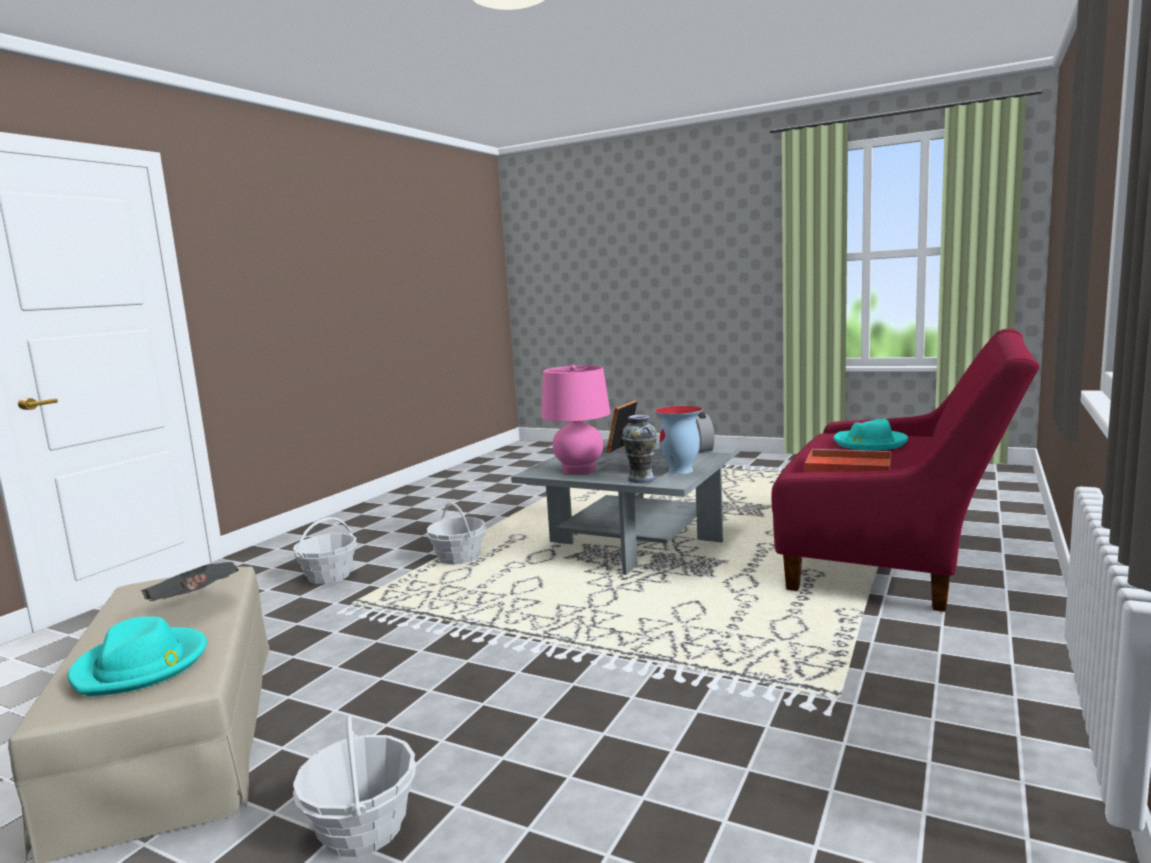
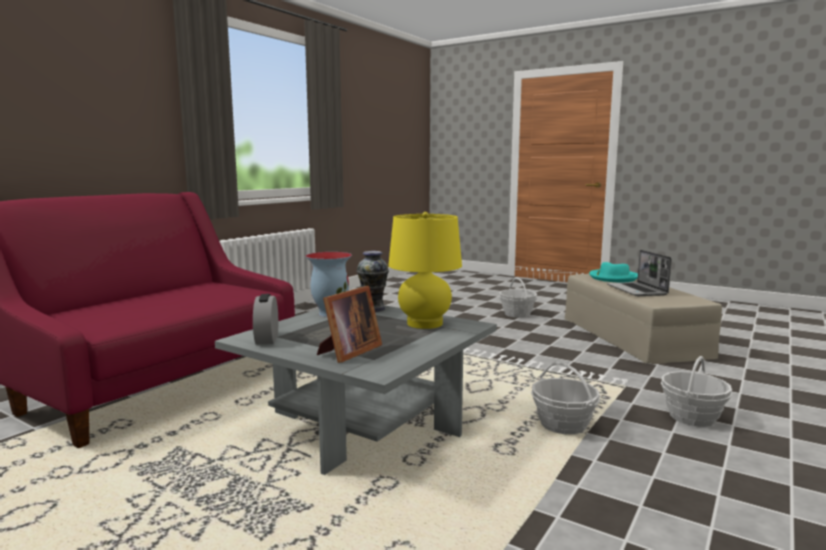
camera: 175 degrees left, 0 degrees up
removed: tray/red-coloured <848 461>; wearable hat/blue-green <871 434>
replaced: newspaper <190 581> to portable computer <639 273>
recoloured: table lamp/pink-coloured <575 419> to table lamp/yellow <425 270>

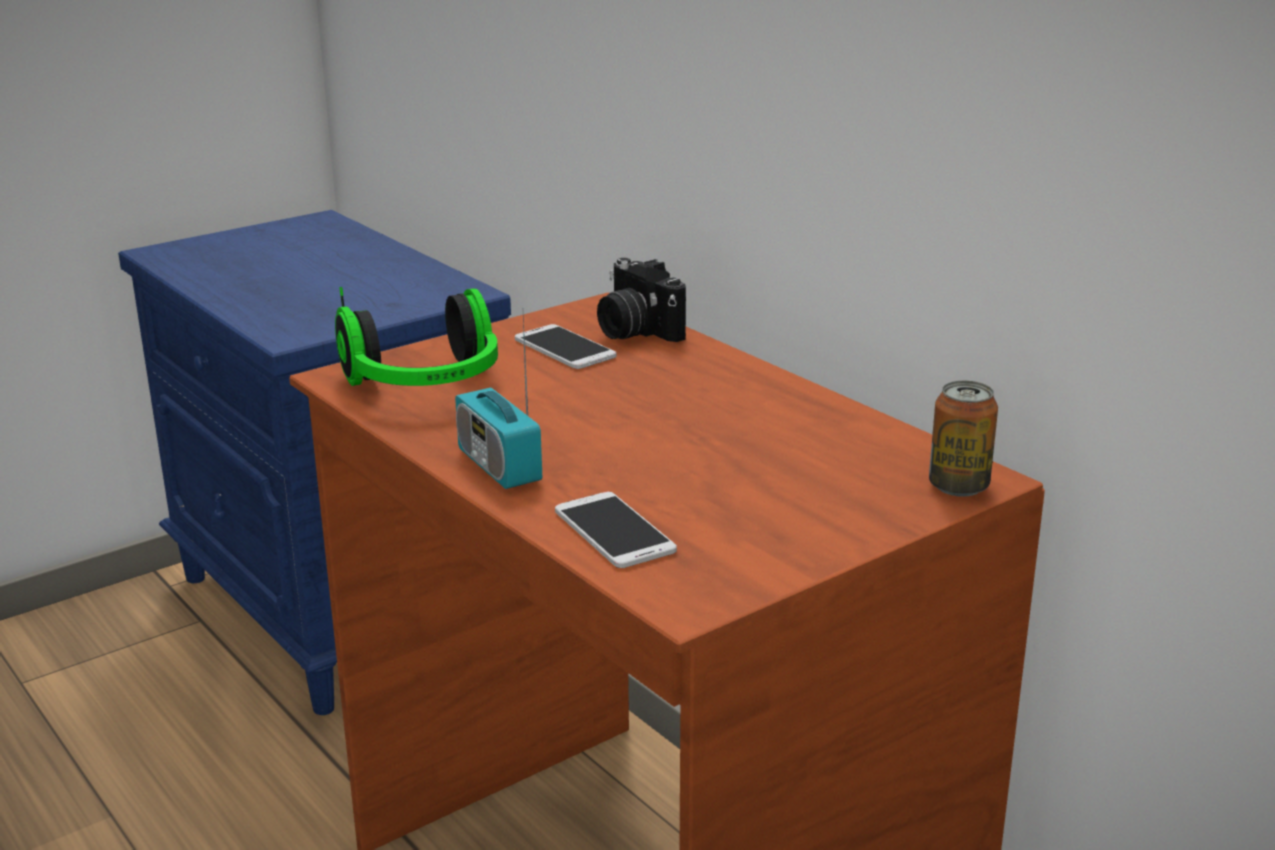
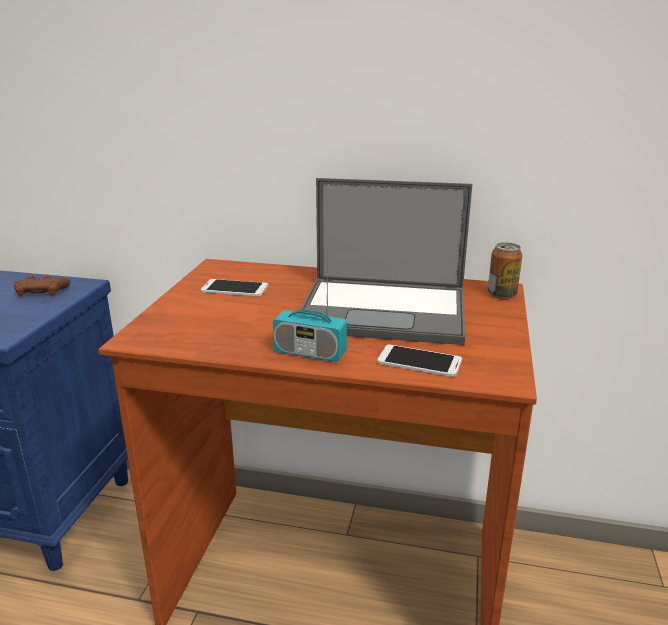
camera: 40 degrees left, 0 degrees up
removed: pair of headphones <416 336>; still camera <641 300>
added: gamepad/brown-coloured <42 286>; portable computer <386 261>

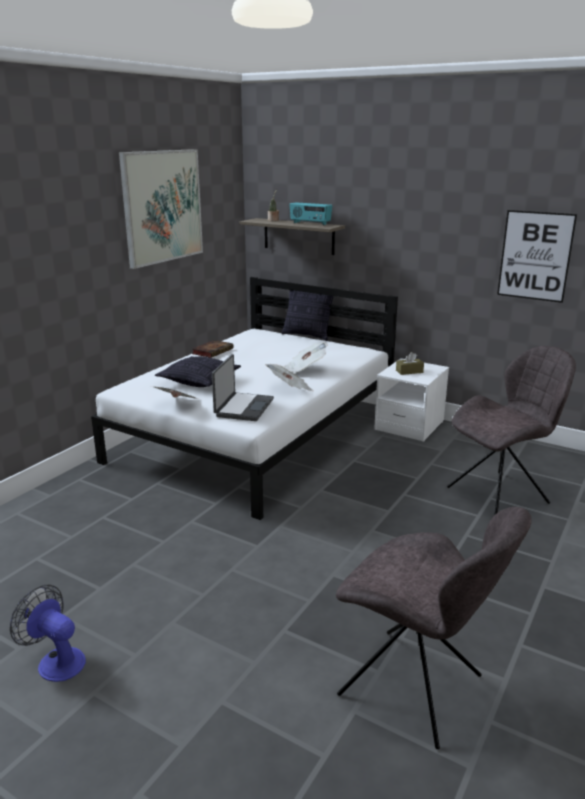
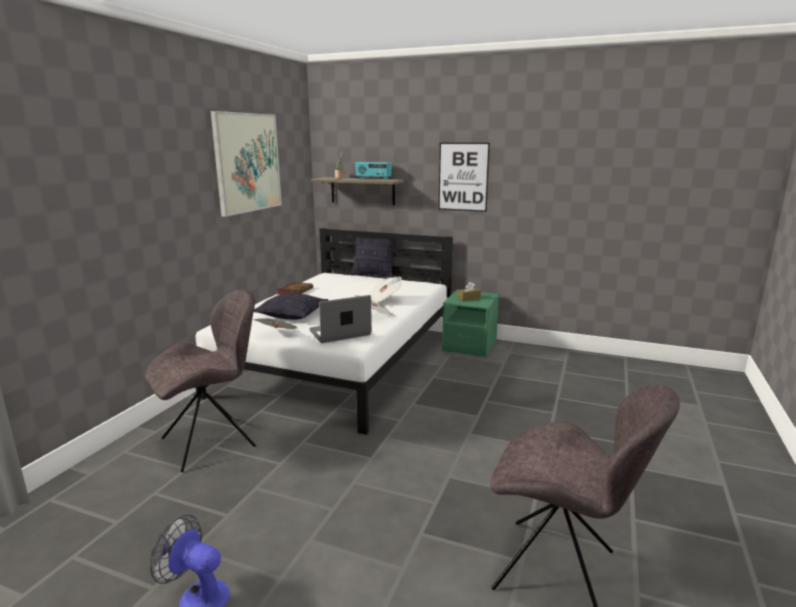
camera: 10 degrees left, 5 degrees down
moved: upright chair/greyish <511 431> to <200 381>; wall picture <537 256> to <464 177>
recoloured: night table/white-coloured <411 399> to night table/greenish <470 323>
turned: portable computer <243 387> = <341 319> 120 degrees counterclockwise

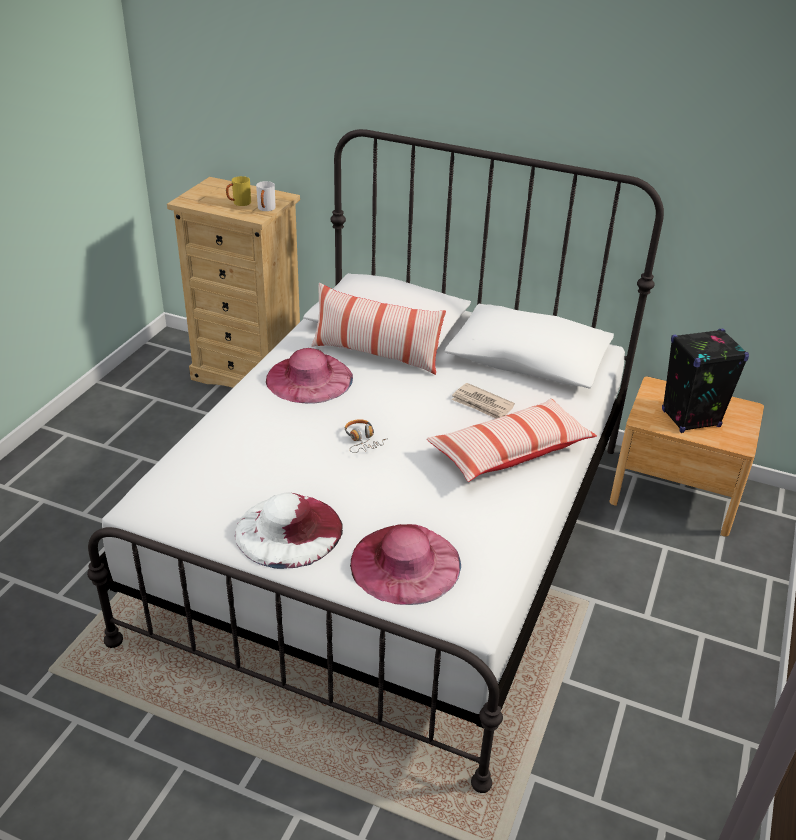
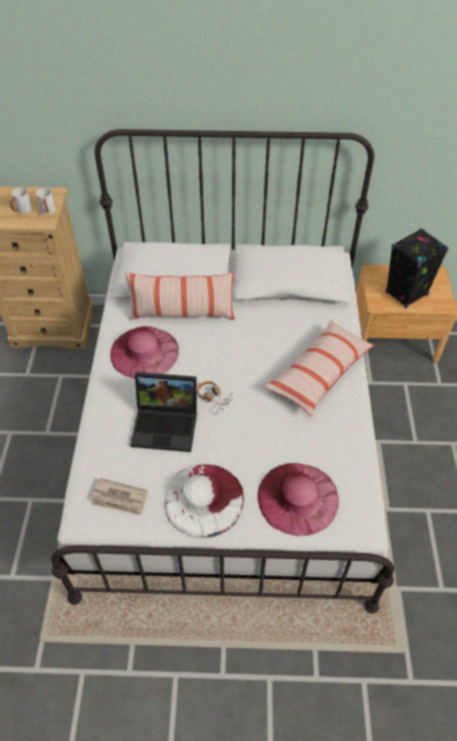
camera: 20 degrees left, 15 degrees up
added: portable computer <163 412>
moved: newspaper <483 401> to <119 496>
recoloured: coffee mug/yellow <238 191> to coffee mug/white-coloured <21 200>

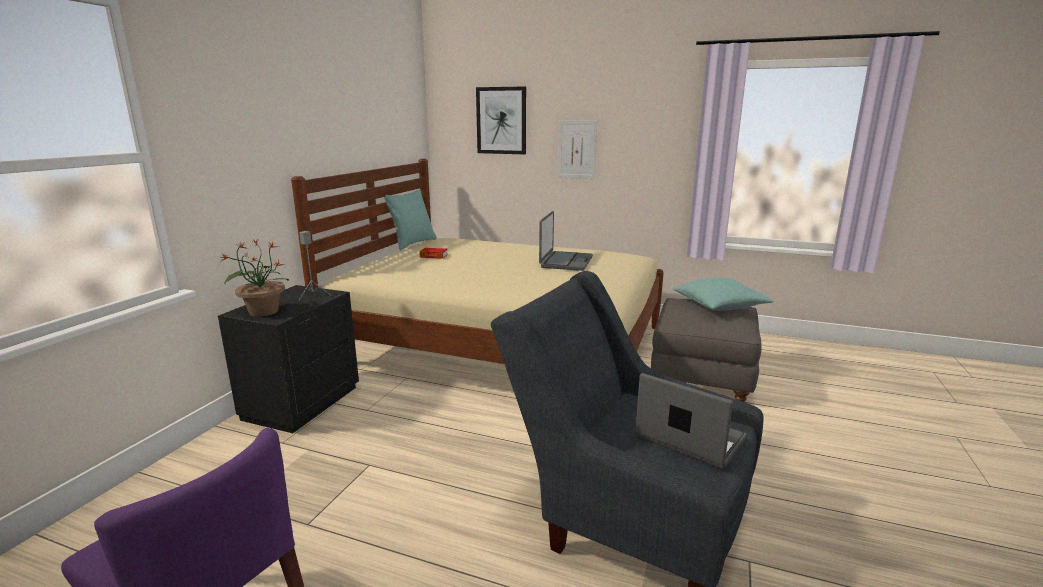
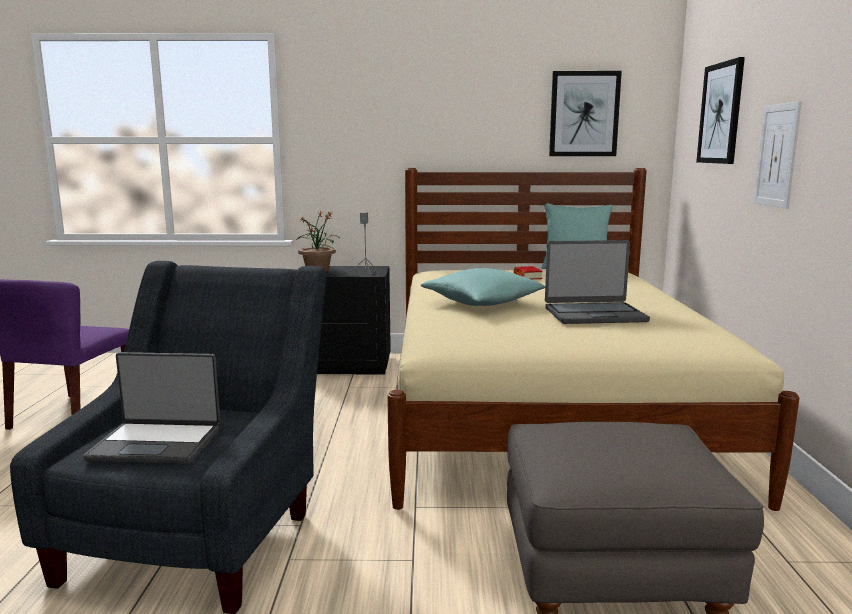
camera: 70 degrees right, 5 degrees down
added: wall picture <585 113>
moved: throw pillow/blue-green <723 294> to <483 287>
turned: portable computer <691 421> = <151 408> 75 degrees clockwise

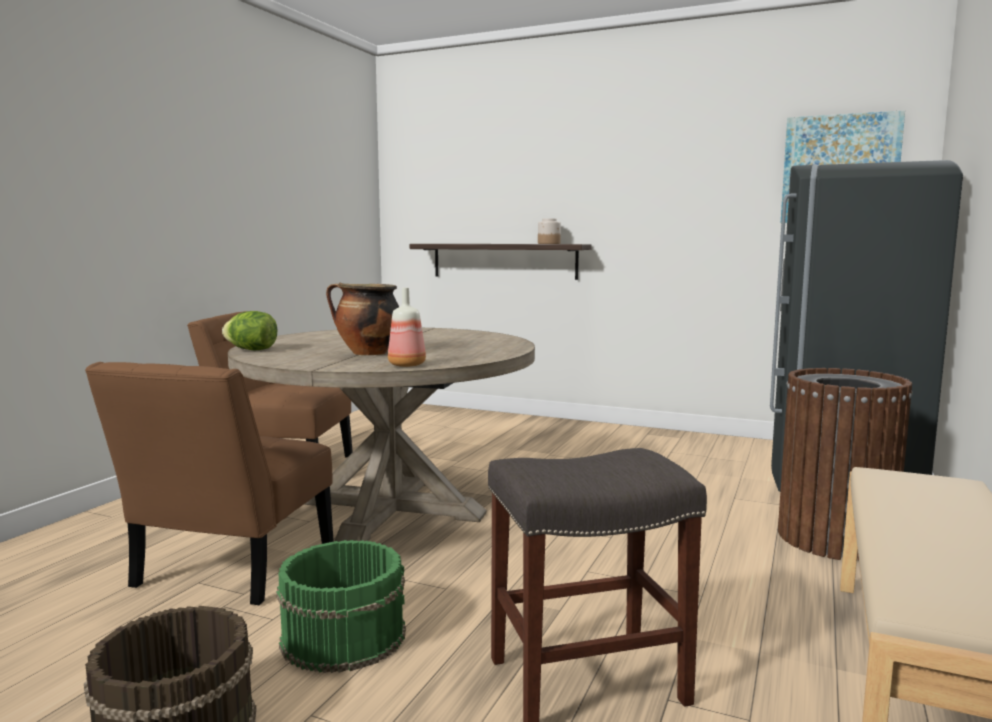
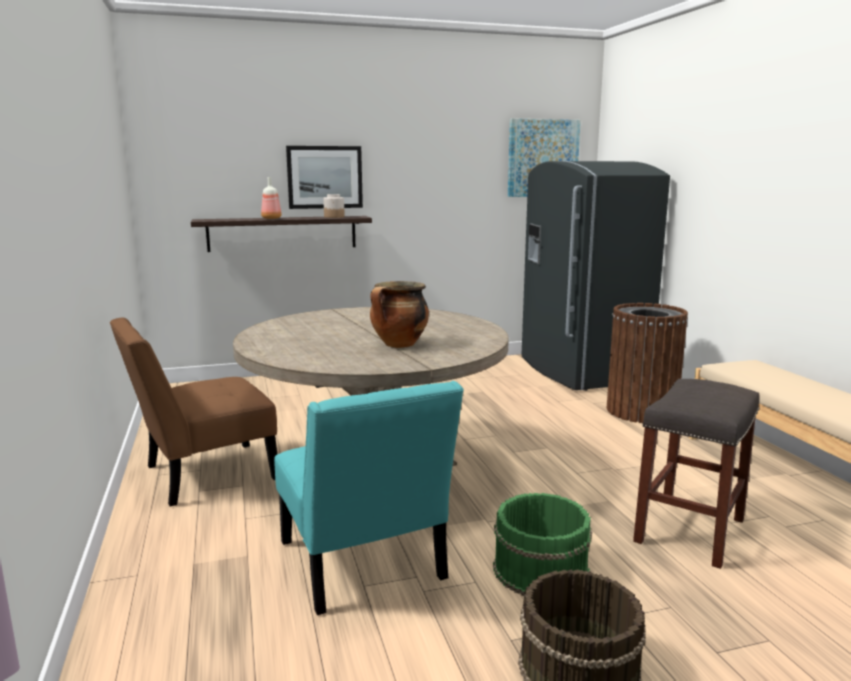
camera: 40 degrees left, 5 degrees up
removed: head of lettuce <249 330>
added: wall picture <324 177>
moved: beverage bottle <407 327> to <271 198>
recoloured: upright chair/brown-coloured <209 483> to upright chair/blue-green <369 498>

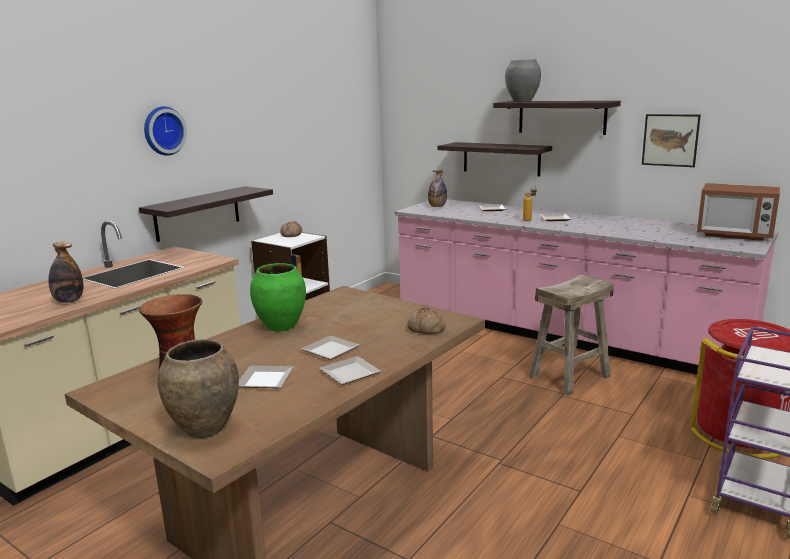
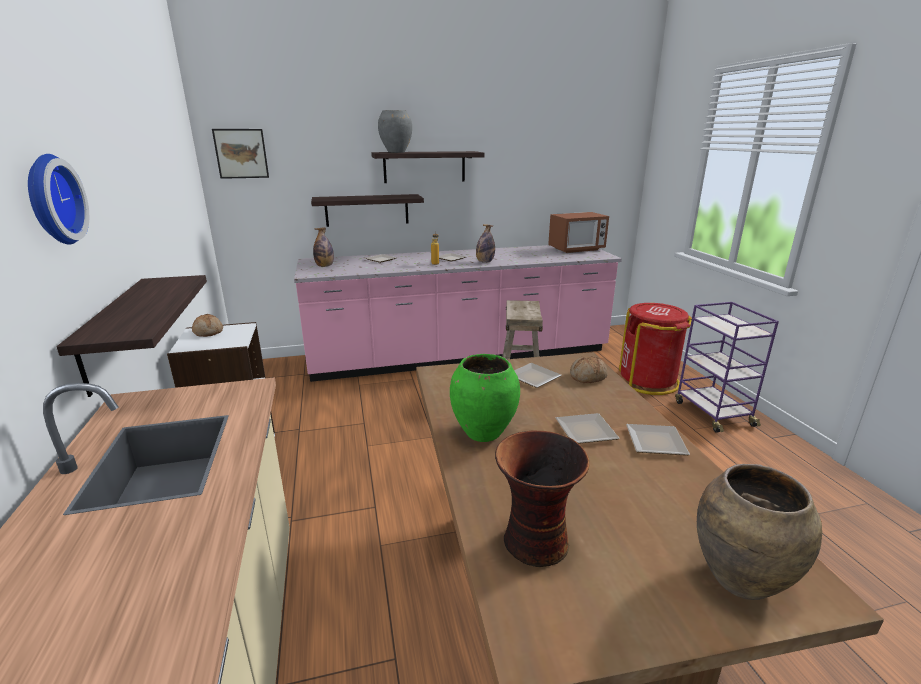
camera: 50 degrees left, 5 degrees up
moved: wall picture <671 140> to <240 154>; beverage bottle <66 272> to <485 243>; flat dish <266 376> to <537 375>

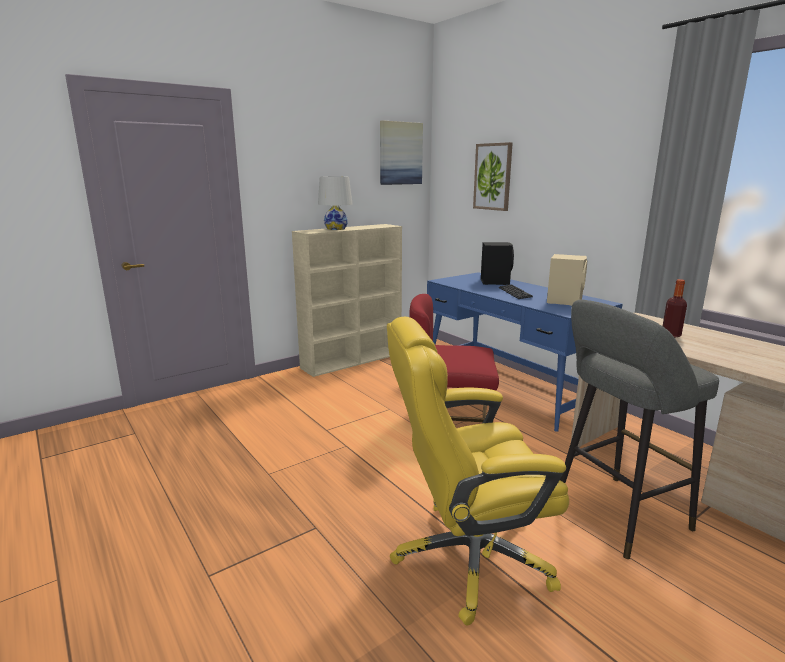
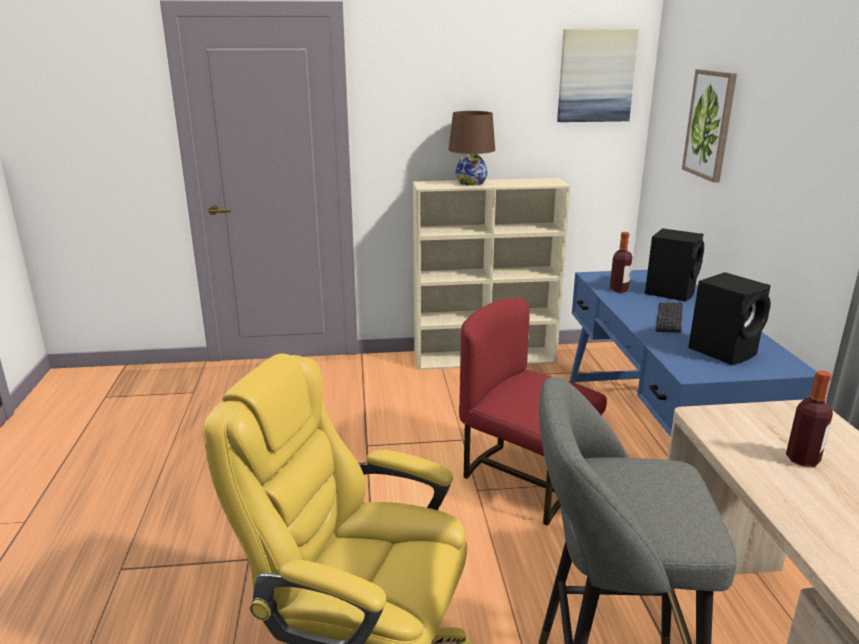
camera: 30 degrees right, 5 degrees up
added: beverage bottle <621 262>
recoloured: table lamp/white-coloured <335 203> to table lamp/brown-coloured <471 148>; audio speaker/beige-coloured <567 280> to audio speaker/black <729 318>

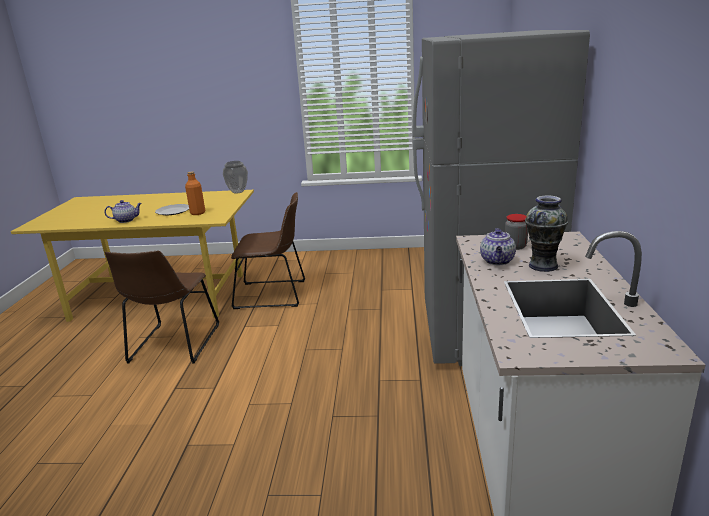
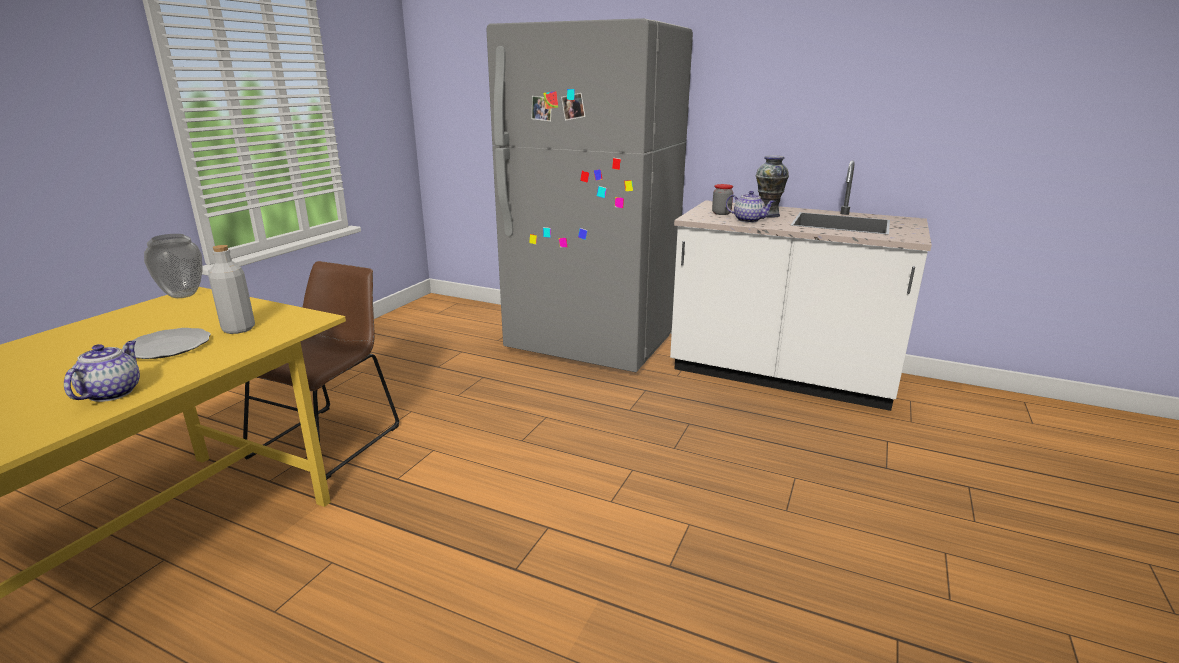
camera: 70 degrees left, 0 degrees up
removed: upright chair/brown-coloured <162 307>
recoloured: beverage bottle/orange-coloured <195 193> to beverage bottle/greyish <231 289>

